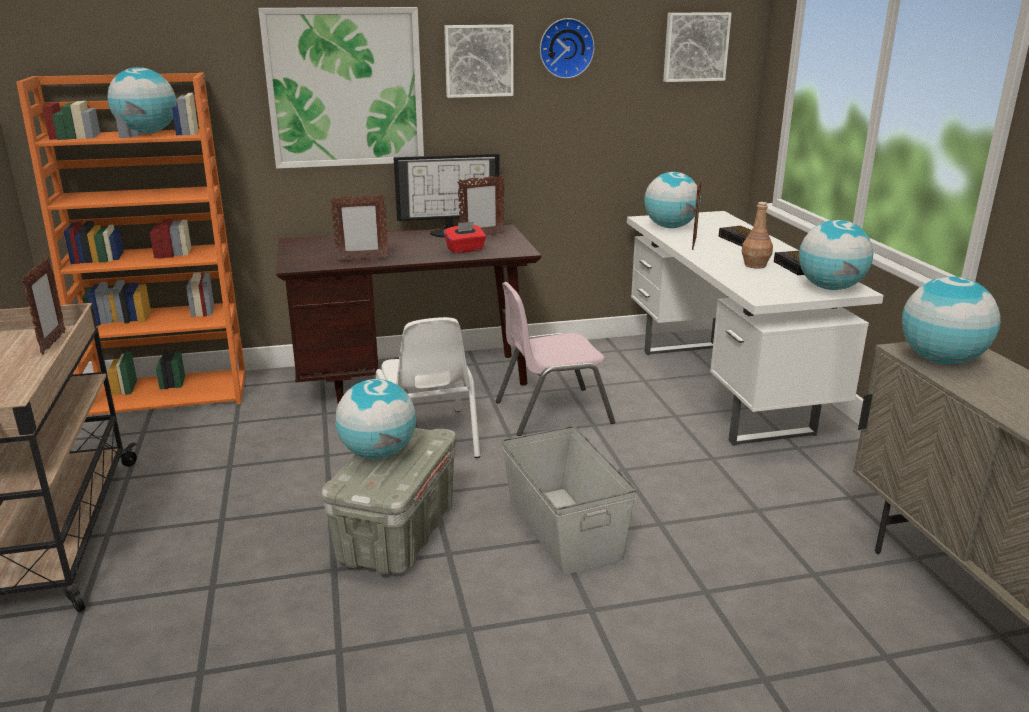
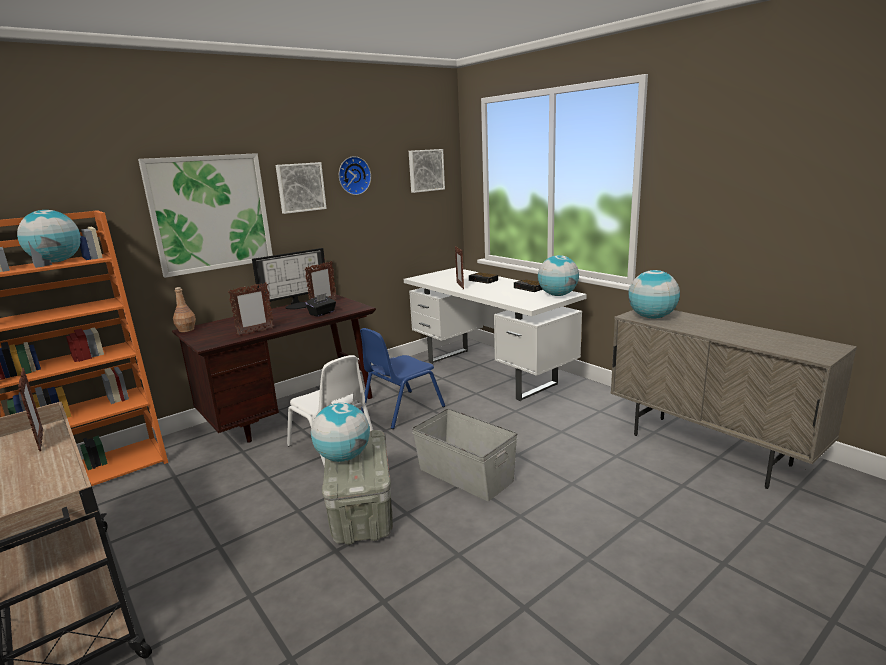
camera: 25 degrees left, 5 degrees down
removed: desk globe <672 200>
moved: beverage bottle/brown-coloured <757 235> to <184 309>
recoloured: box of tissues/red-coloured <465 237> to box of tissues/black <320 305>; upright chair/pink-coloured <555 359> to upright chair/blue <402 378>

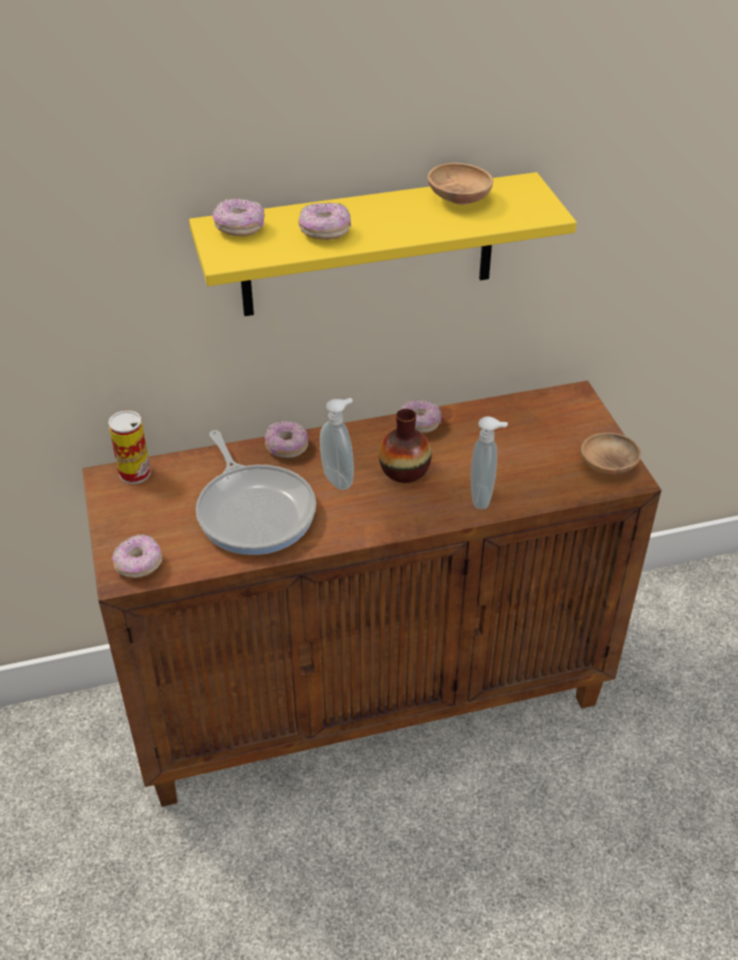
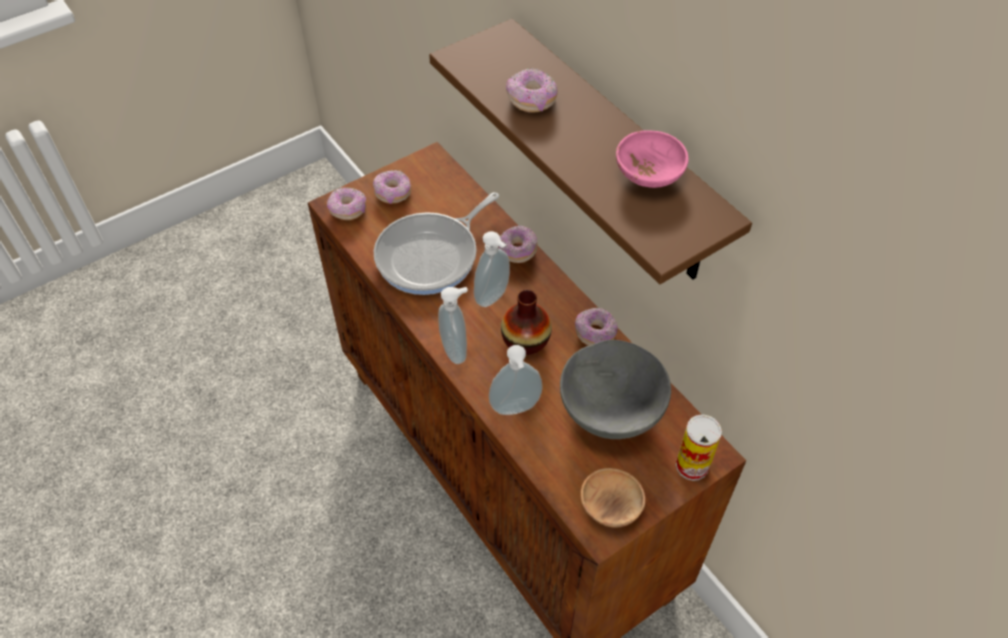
camera: 70 degrees right, 10 degrees up
added: soap bottle <453 325>; deep dish/greyish <615 389>
moved: doughnut <238 217> to <392 187>; metal can <129 447> to <699 447>
recoloured: shelf/yellow <383 244> to shelf/brown-coloured <590 151>; deep dish/brown-coloured <460 184> to deep dish/pink-coloured <652 159>

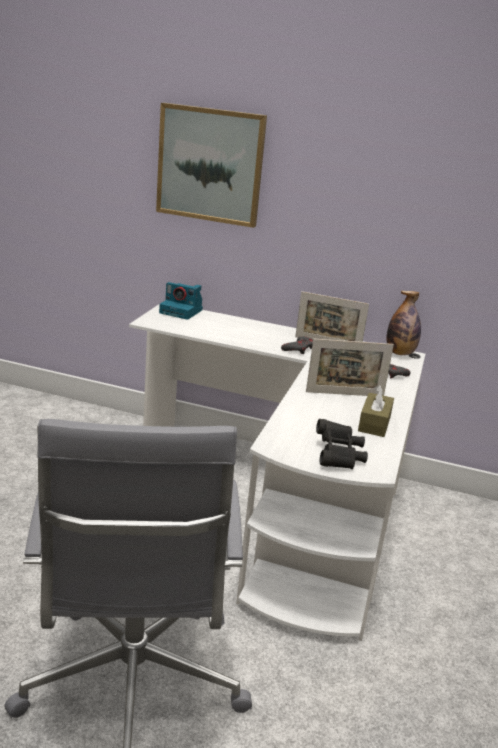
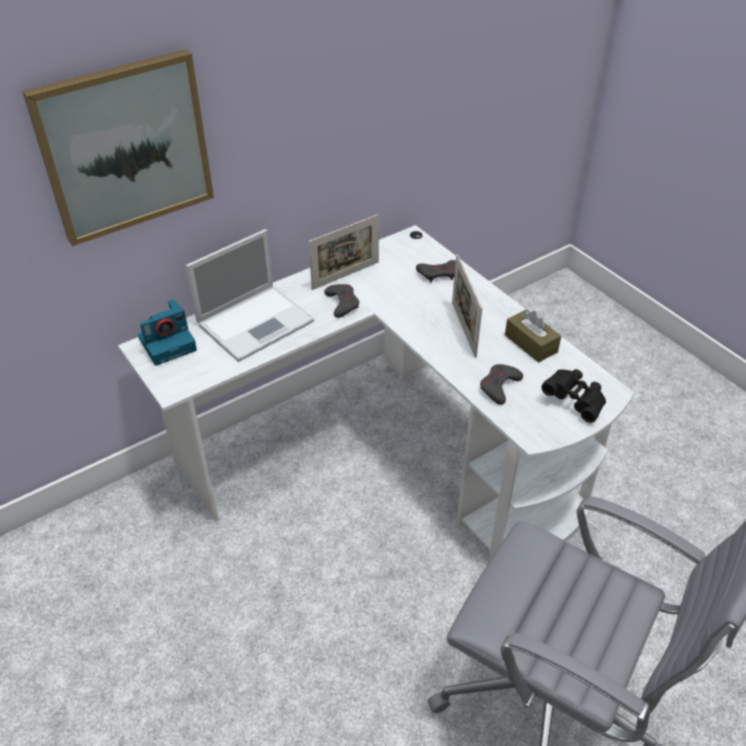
camera: 50 degrees left, 20 degrees up
removed: beverage bottle <404 323>
added: portable computer <250 295>; gamepad/greyish <501 384>
turned: picture frame <350 367> = <467 306> 135 degrees clockwise

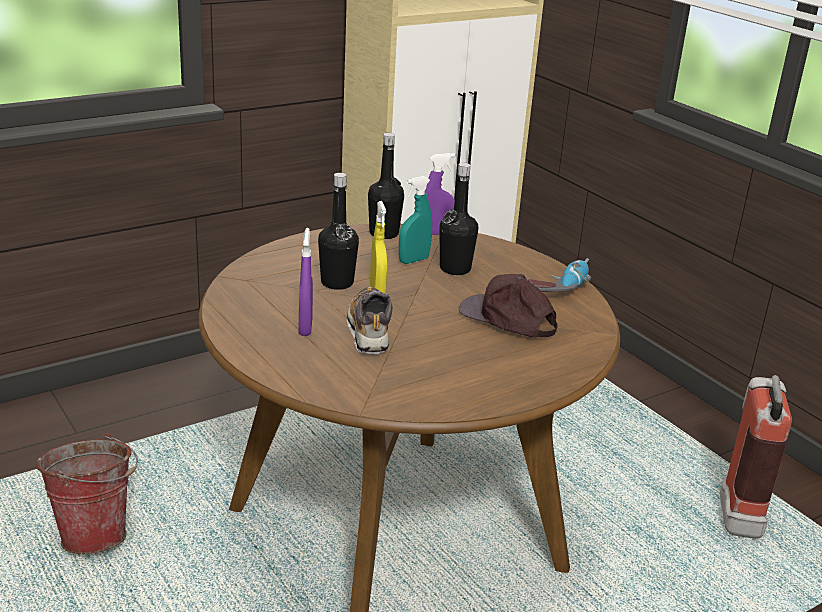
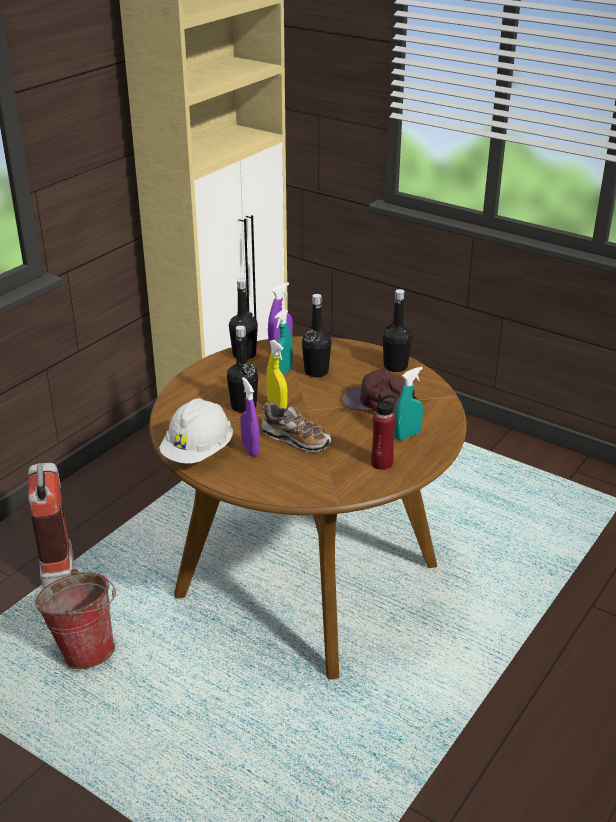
camera: 20 degrees left, 5 degrees up
added: safety helmet/white-coloured <196 431>; beverage bottle/red-coloured <384 432>; hand sprayer/blue-green <408 403>
moved: extinguisher <756 456> to <51 525>
replaced: drill <559 275> to beverage bottle/black <397 330>
turned: item of footwear <370 320> = <297 427> 150 degrees clockwise

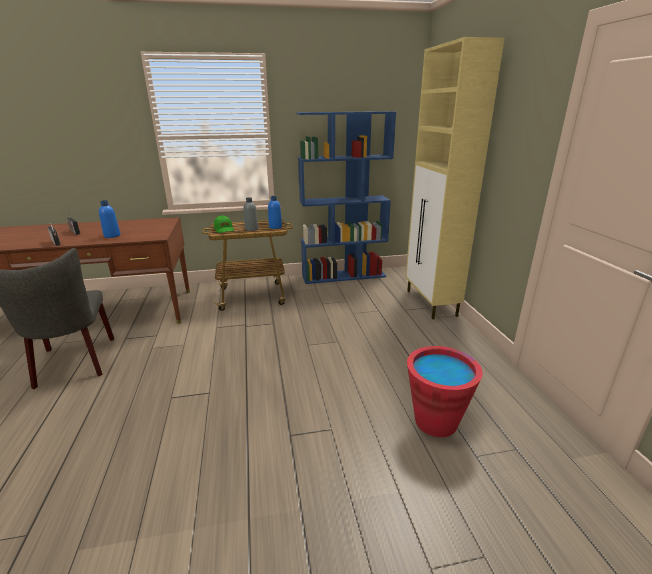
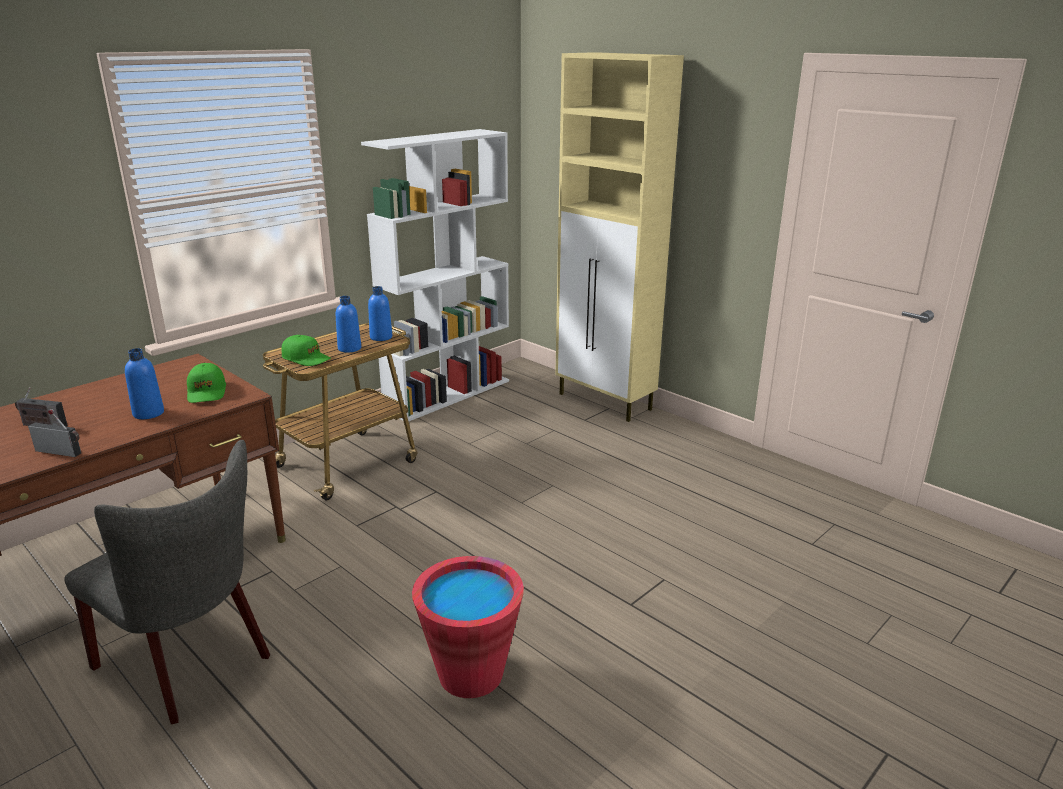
camera: 35 degrees left, 0 degrees up
added: cap/greenish <206 383>
moved: pail/red-coloured <445 391> to <468 627>
recoloured: beverage bottle/greyish <251 214> to beverage bottle/blue <348 324>; bookshelf/blue <346 197> to bookshelf/white-coloured <435 275>

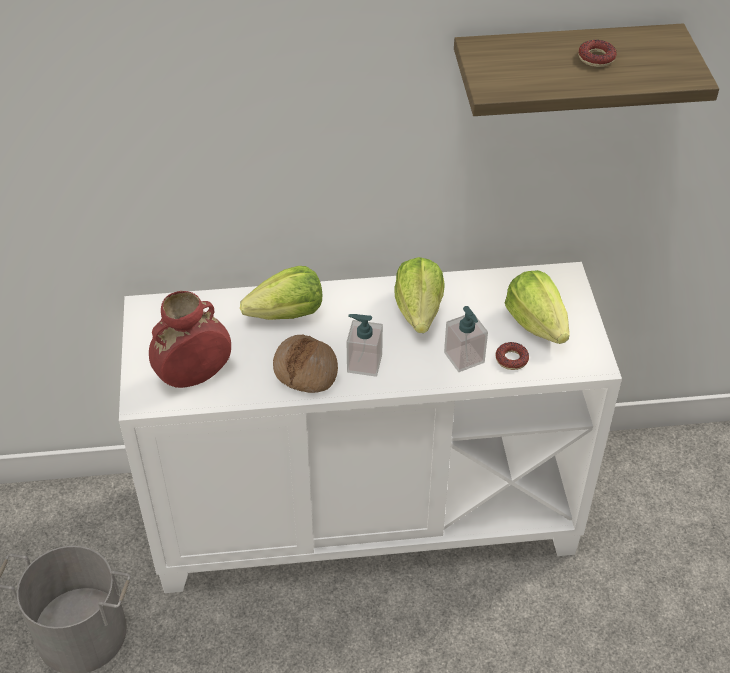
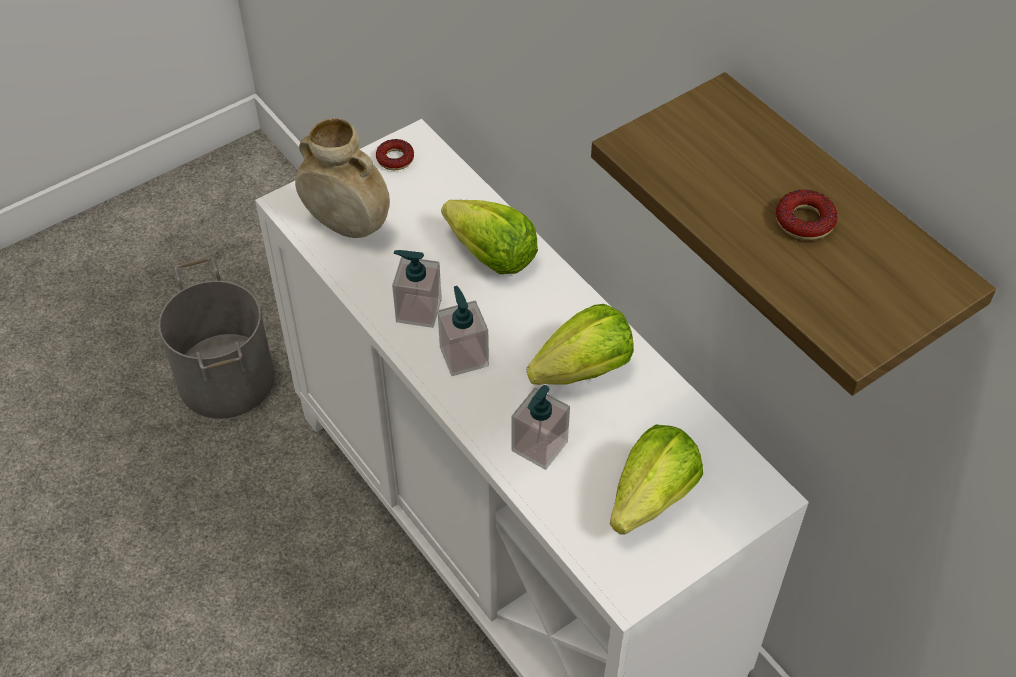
camera: 60 degrees right, 5 degrees up
moved: doughnut <512 356> to <395 154>
replaced: bread <305 363> to soap bottle <417 289>
recoloured: vase/red-coloured <190 339> to vase/beige-coloured <342 178>

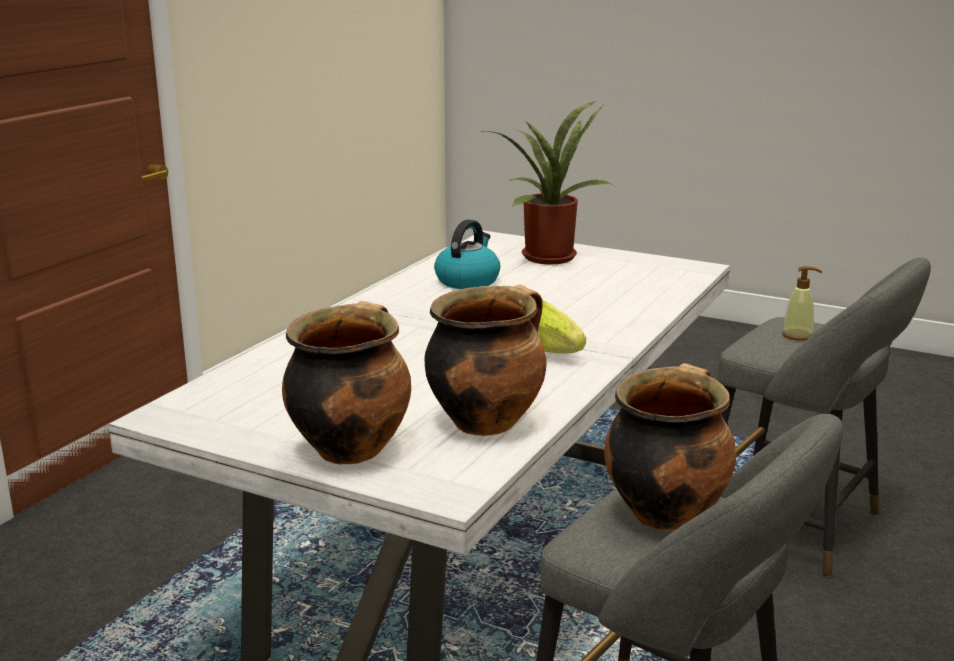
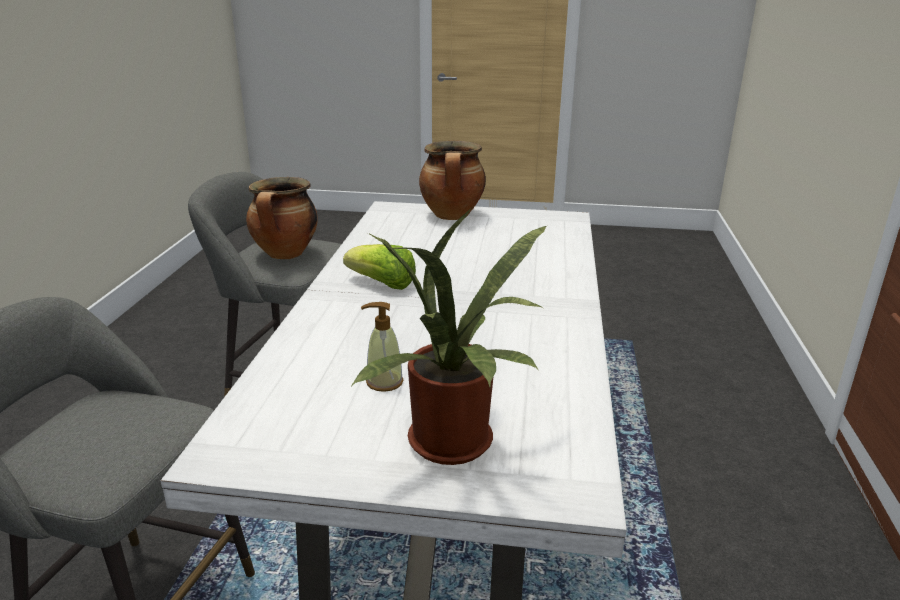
camera: 160 degrees right, 5 degrees up
removed: saucepot <486 360>; kettle <467 254>
moved: soap bottle <802 303> to <382 347>

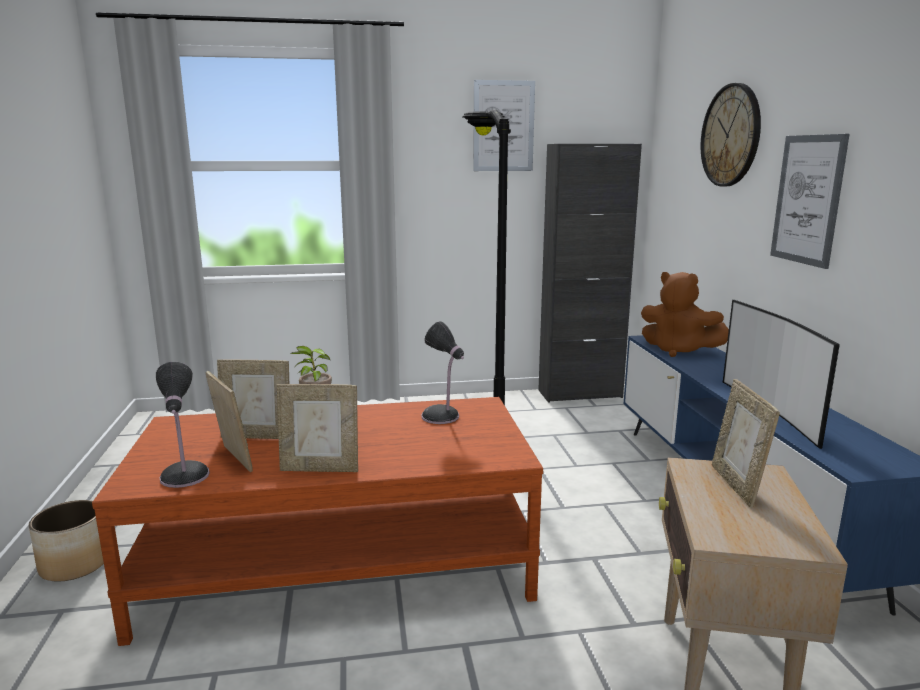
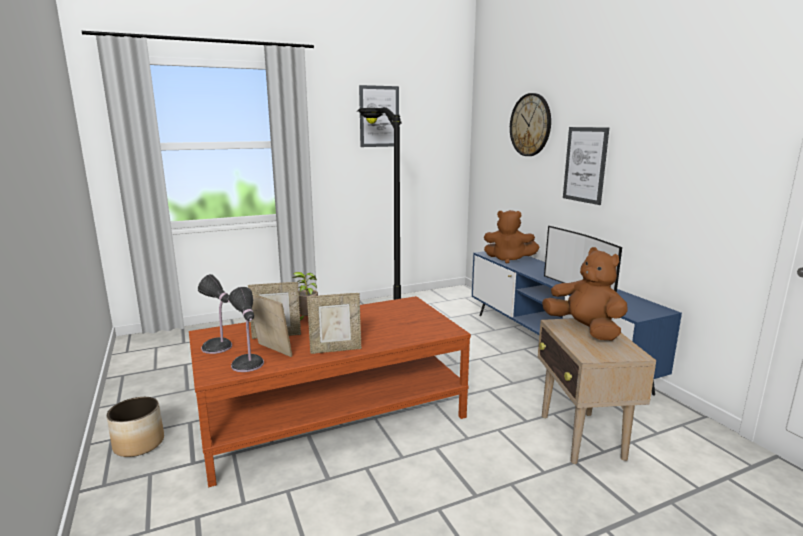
camera: 15 degrees left, 0 degrees up
removed: cabinet/black <590 273>
moved: table lamp <442 372> to <215 314>
replaced: picture frame <746 443> to cuddly toy/brown-coloured <585 293>

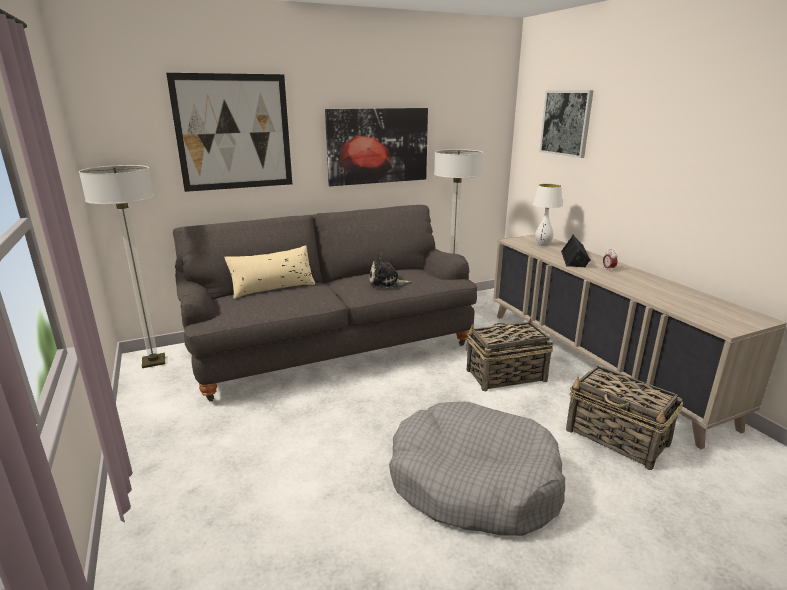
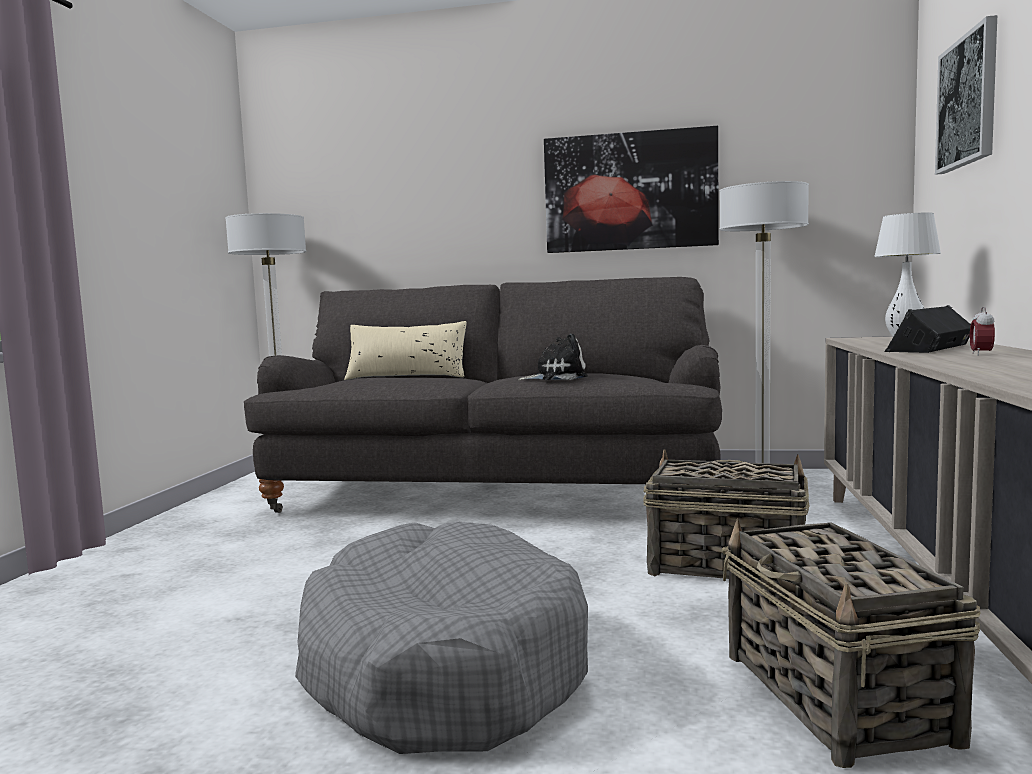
camera: 35 degrees right, 15 degrees down
removed: wall picture <229 132>
turned: cuddly toy <390 271> = <553 356> 135 degrees clockwise

